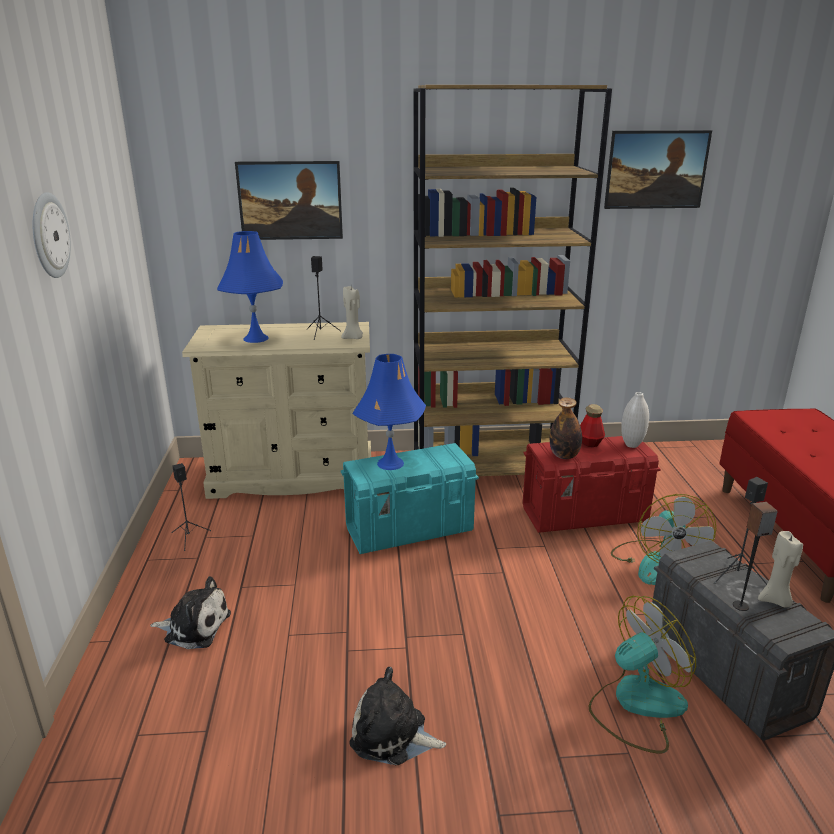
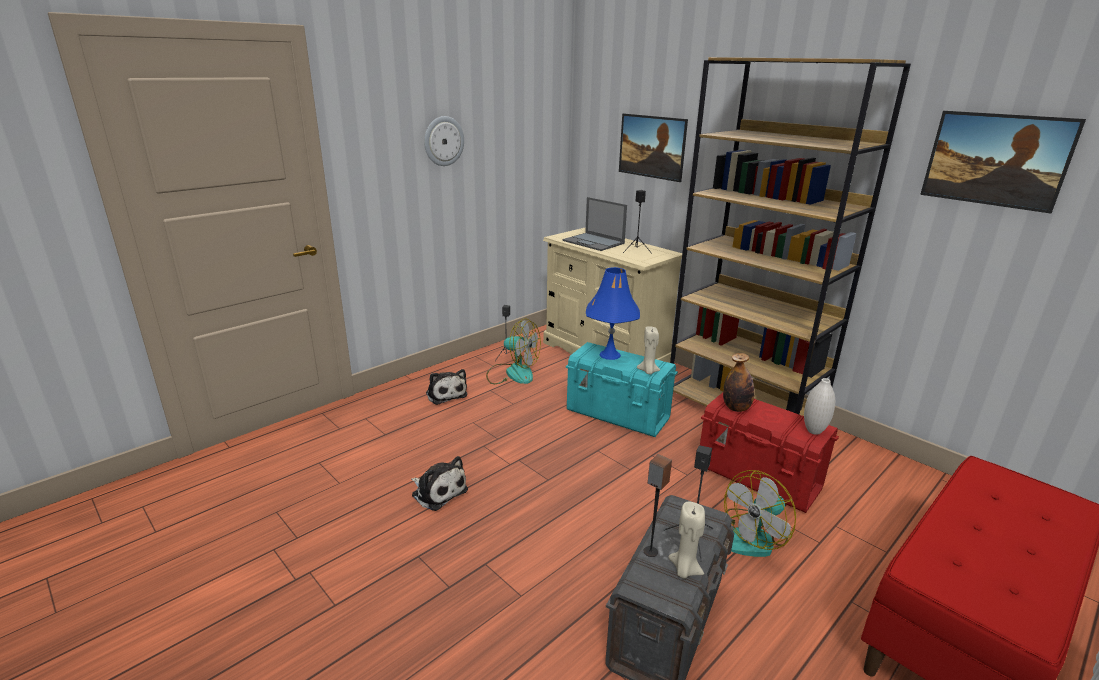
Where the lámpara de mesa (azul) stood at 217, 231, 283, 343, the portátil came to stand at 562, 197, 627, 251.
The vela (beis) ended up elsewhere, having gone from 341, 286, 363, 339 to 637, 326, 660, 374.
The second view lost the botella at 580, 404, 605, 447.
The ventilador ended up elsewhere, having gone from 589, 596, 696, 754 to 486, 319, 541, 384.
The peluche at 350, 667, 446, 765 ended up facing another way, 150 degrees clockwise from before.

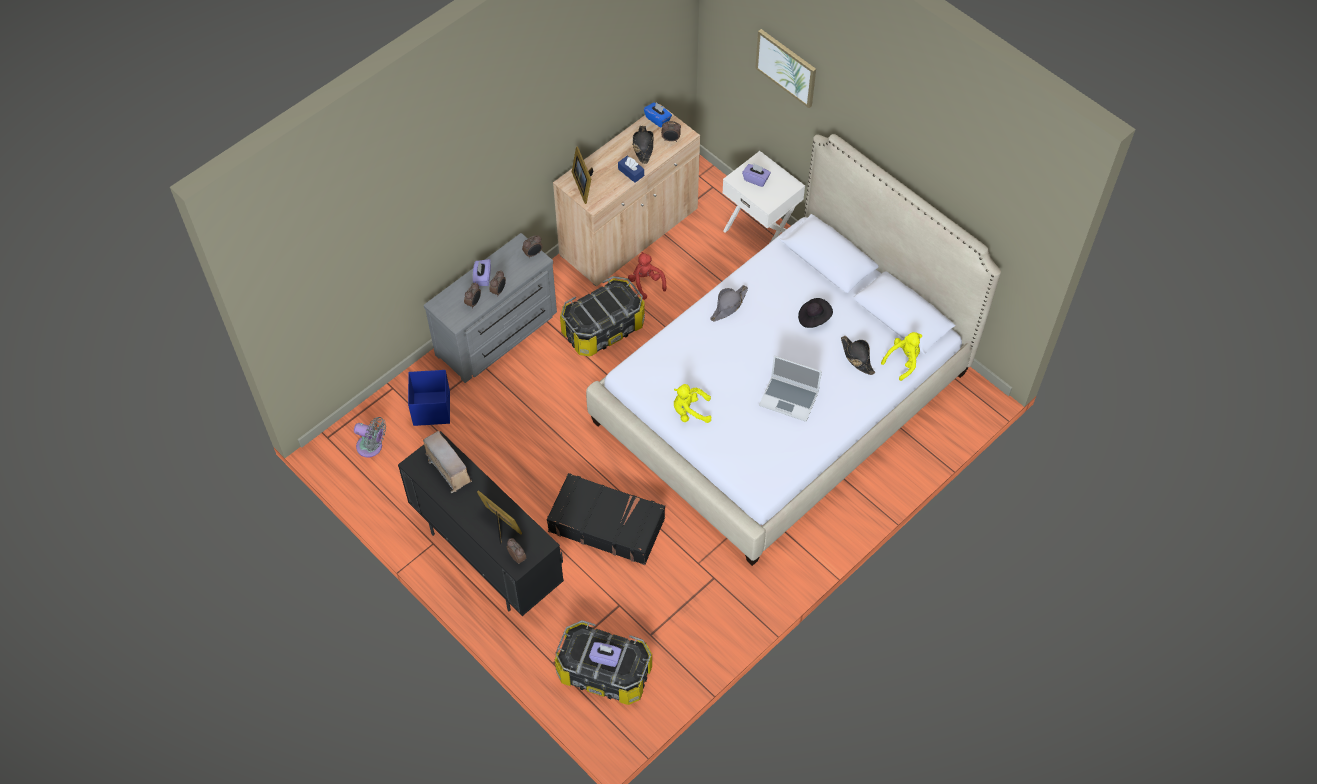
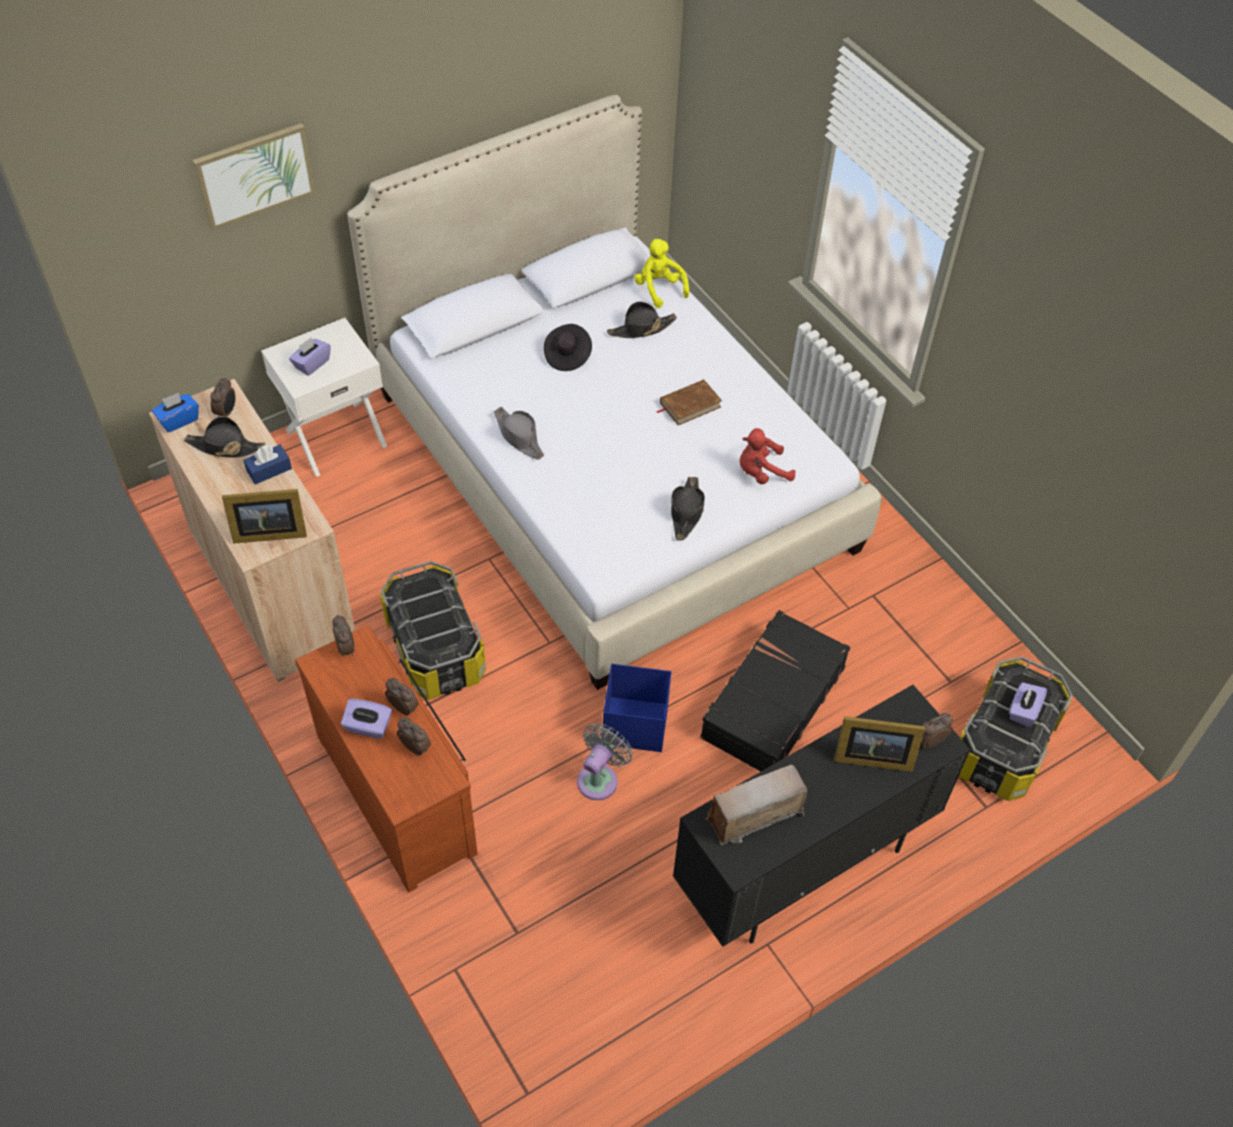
What was the cómoda (gris) at 424, 233, 557, 383 turned into the cómoda (marrón) at 295, 625, 478, 892.
The peluche (rojo) ended up elsewhere, having gone from 628, 252, 667, 300 to 740, 428, 796, 484.
Where the portátil stood at 759, 355, 822, 422, the libro (marrón) came to stand at 656, 379, 722, 425.
The caja de almacenaje (azul) ended up elsewhere, having gone from 408, 370, 450, 426 to 603, 664, 671, 752.
Where the peluche (amarillo) stood at 674, 384, 711, 423, the sombrero (negro) came to stand at 671, 477, 705, 540.
The ventilador (gris) ended up elsewhere, having gone from 354, 417, 386, 457 to 577, 723, 633, 800.
The portarretratos at 477, 491, 522, 544 ended up facing another way, 135 degrees counterclockwise from before.

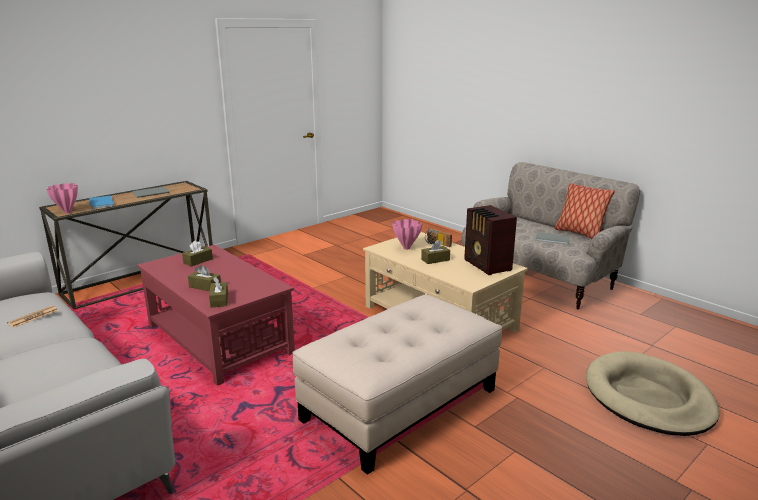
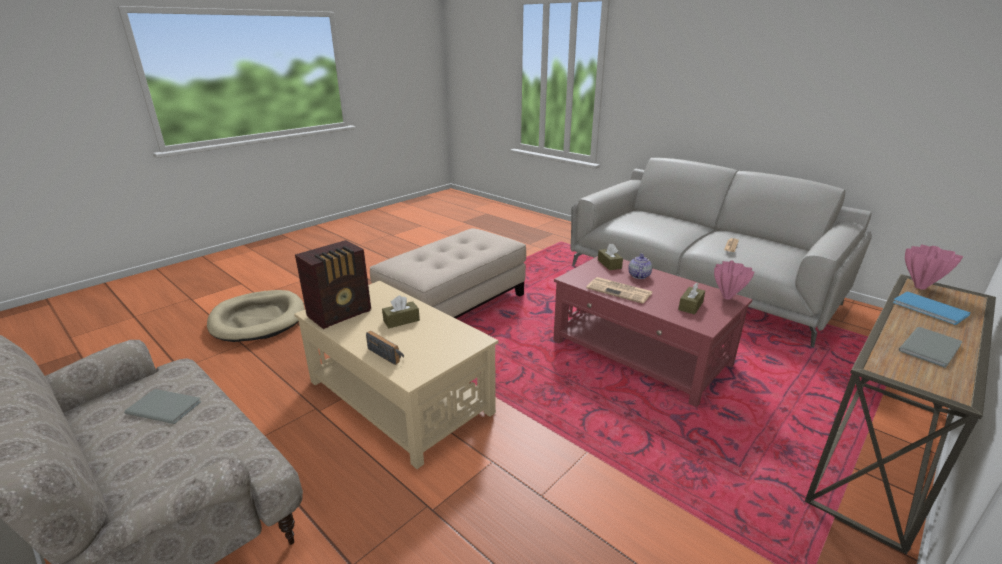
The second view lost the cojín at 554, 183, 615, 239.
The radio at 464, 205, 517, 275 ended up facing another way, 75 degrees clockwise from before.
The florero (rosa) ended up elsewhere, having gone from 392, 219, 422, 250 to 714, 260, 755, 300.
Where the caja de pañuelos (marrón) stood at 188, 265, 221, 291, the tetera came to stand at 628, 253, 652, 279.
The second view gained the periódico at 586, 277, 653, 304.

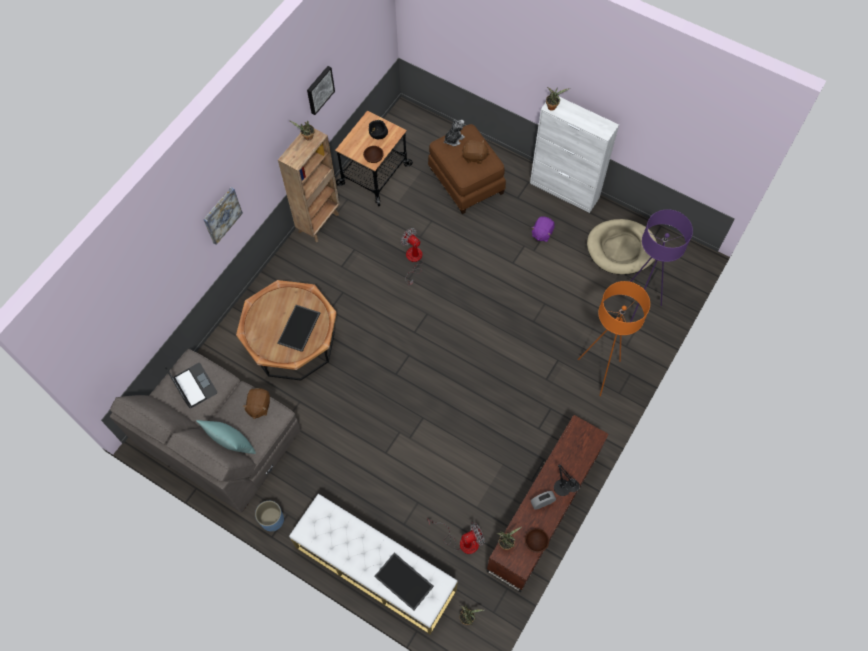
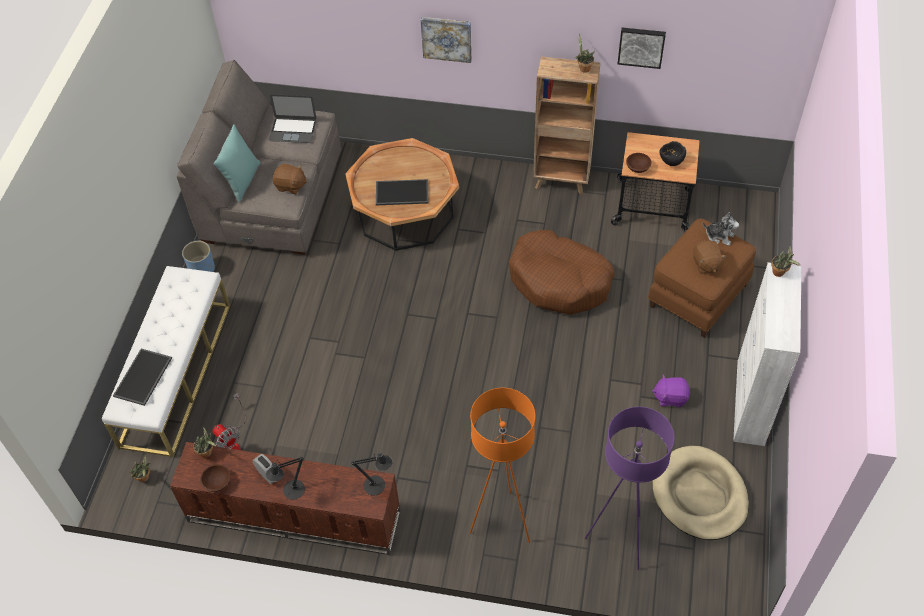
Where the ventilador stood at 401, 228, 423, 285, the cama para perro (marrón) came to stand at 509, 230, 615, 315.
The portátil at 165, 363, 217, 408 ended up facing another way, 60 degrees clockwise from before.
The peluche (marrón) at 242, 388, 270, 419 ended up facing another way, 150 degrees counterclockwise from before.
The second view gained the lámpara de mesa (negro) at 352, 452, 393, 496.

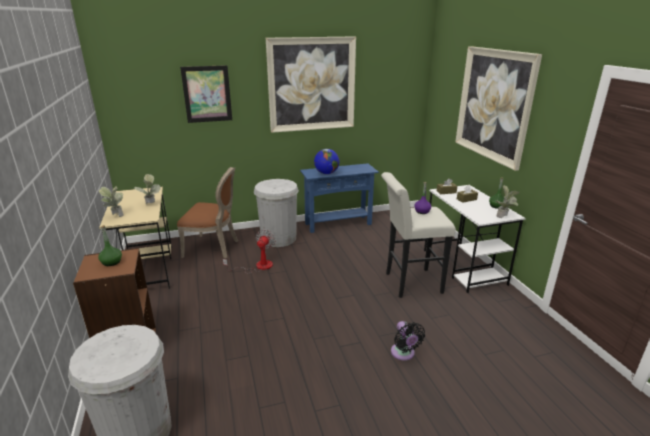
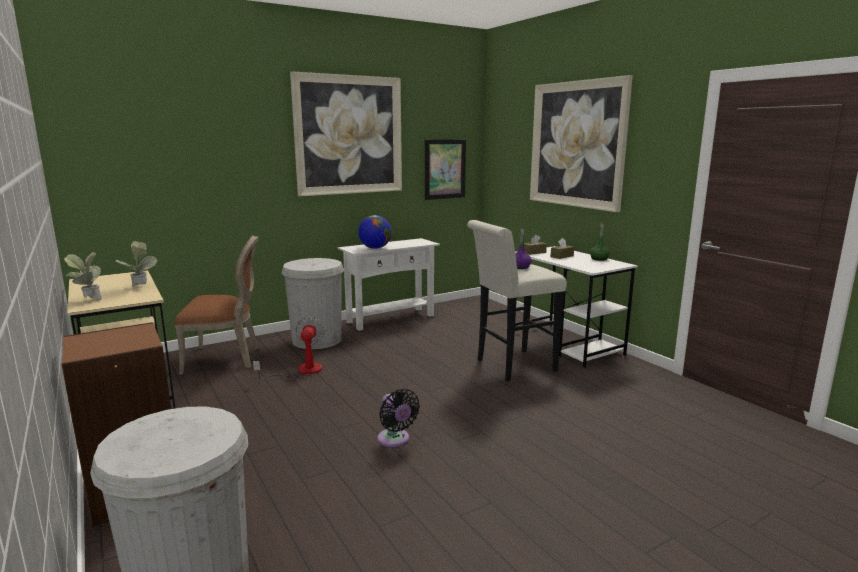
The cuadro ended up elsewhere, having gone from 180, 65, 232, 123 to 425, 139, 466, 200.
What was the mesa consola (azul) at 300, 163, 379, 233 turned into the mesa consola (blanco) at 338, 238, 440, 331.
The second view lost the planta en maceta at 496, 185, 520, 218.
The second view lost the botella (verde) at 98, 225, 122, 266.
The ventilador (negro) ended up elsewhere, having gone from 391, 321, 425, 361 to 377, 389, 420, 447.

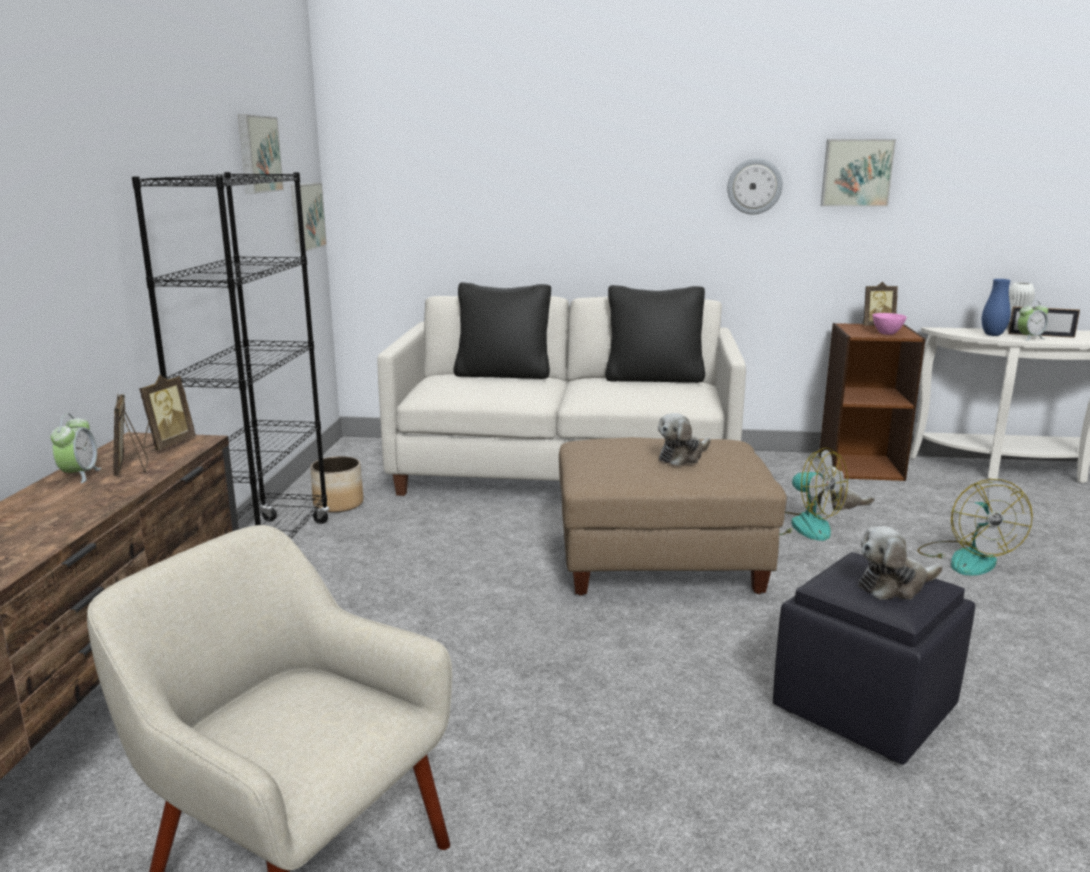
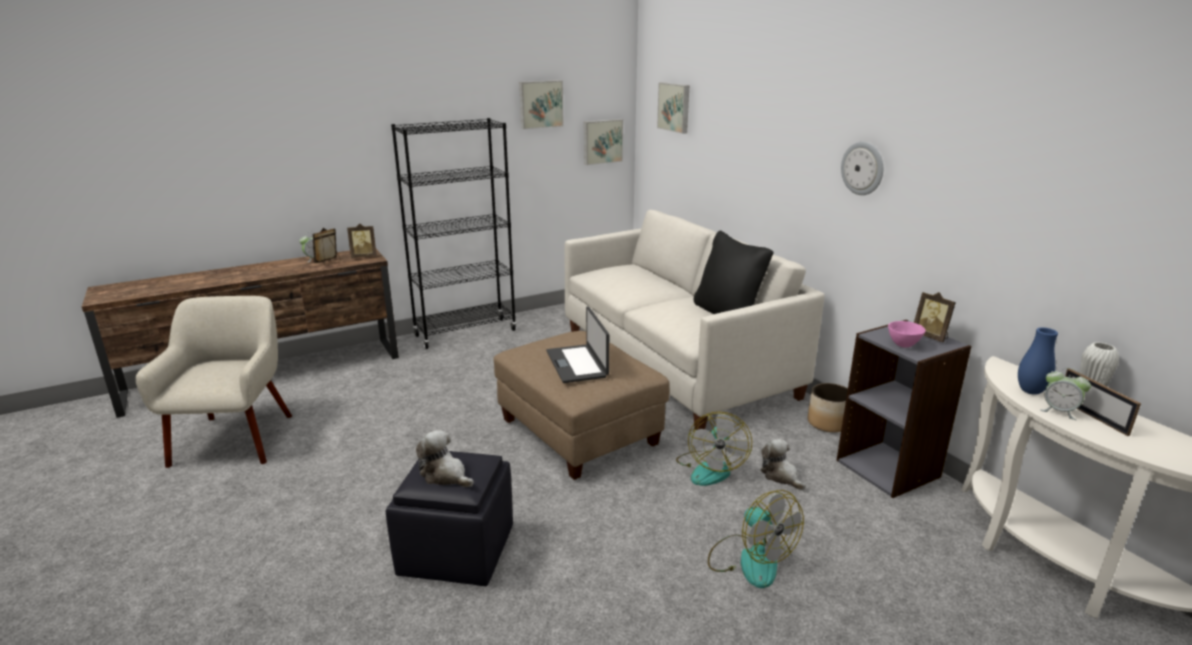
The cuadro ended up elsewhere, having gone from 821, 139, 896, 207 to 657, 82, 689, 134.
The second view lost the cojín (negro) at 454, 282, 551, 379.
What was the estantería (marrón) at 819, 323, 926, 481 turned into the estantería (gris) at 836, 320, 971, 498.
Where the peluche stood at 658, 413, 710, 466, the portátil came to stand at 547, 306, 609, 383.
The maceta ended up elsewhere, having gone from 310, 456, 363, 513 to 808, 383, 848, 432.
The ventilador at 917, 479, 1033, 576 ended up facing another way, 90 degrees counterclockwise from before.

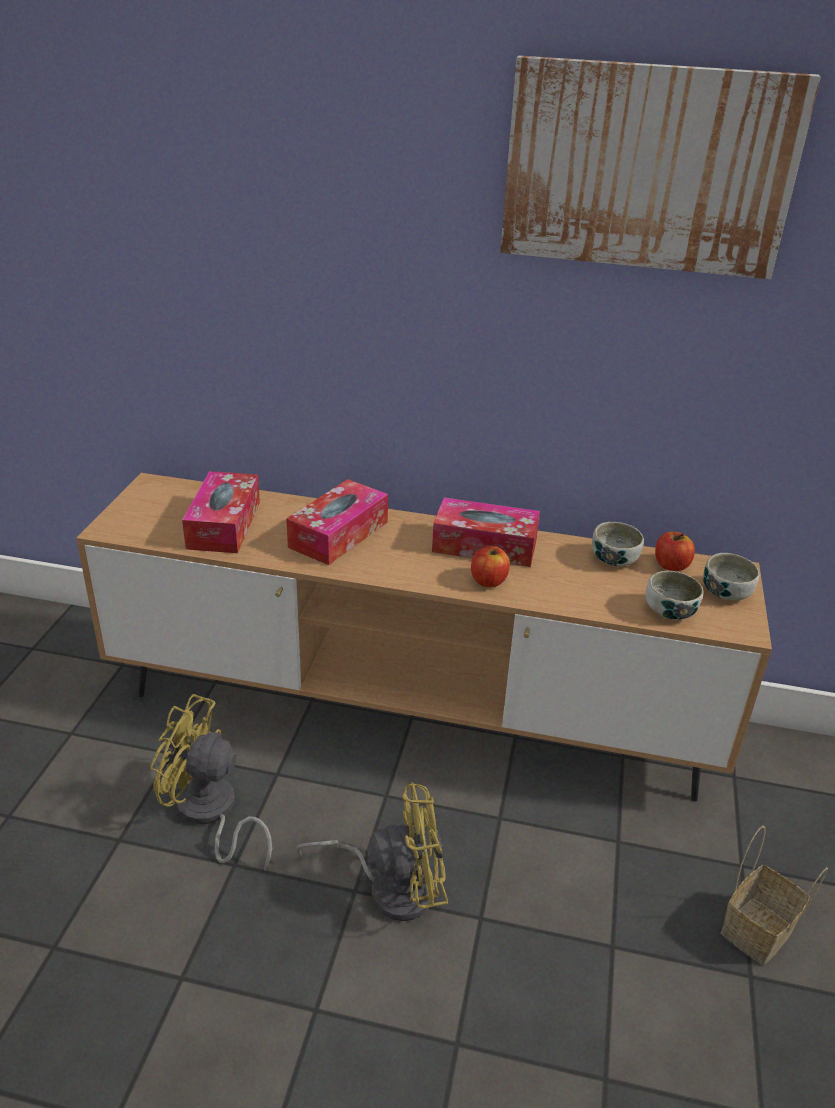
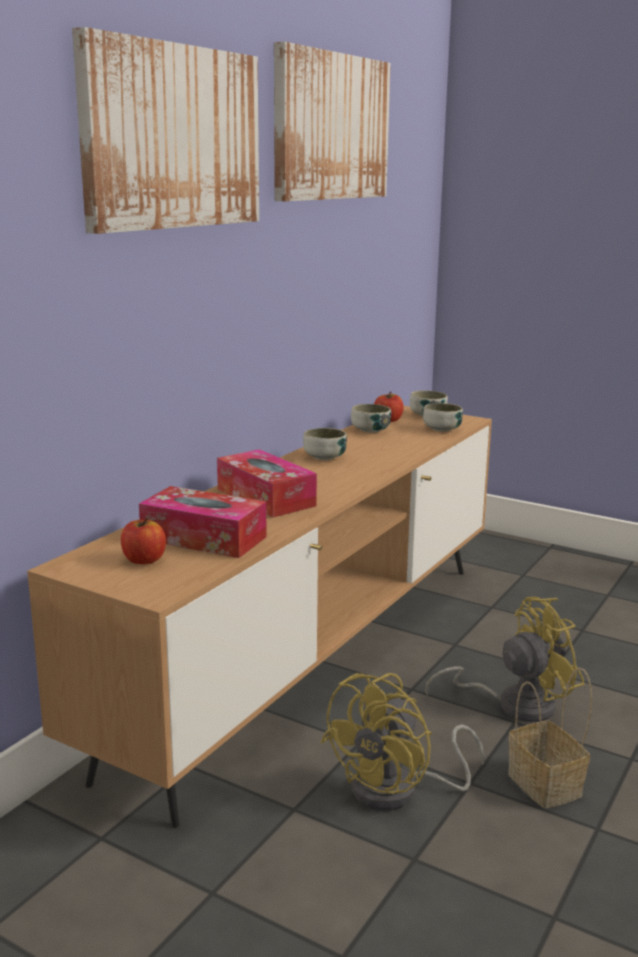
Where the caja de pañuelos stood at 432, 497, 540, 567, the cuenco came to stand at 303, 428, 347, 460.
The manzana ended up elsewhere, having gone from 471, 546, 510, 587 to 121, 518, 166, 564.
The ventilador (amarillo) at 296, 782, 448, 921 ended up facing another way, 60 degrees clockwise from before.
The cesta ended up elsewhere, having gone from 721, 826, 828, 965 to 508, 668, 592, 809.
The second view gained the cuadro at 72, 27, 259, 234.

